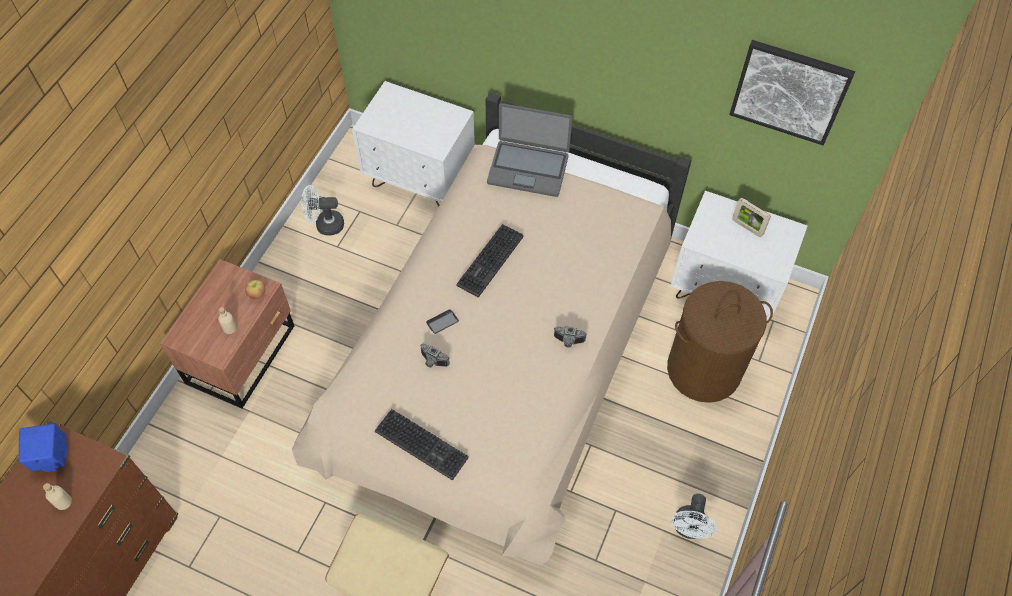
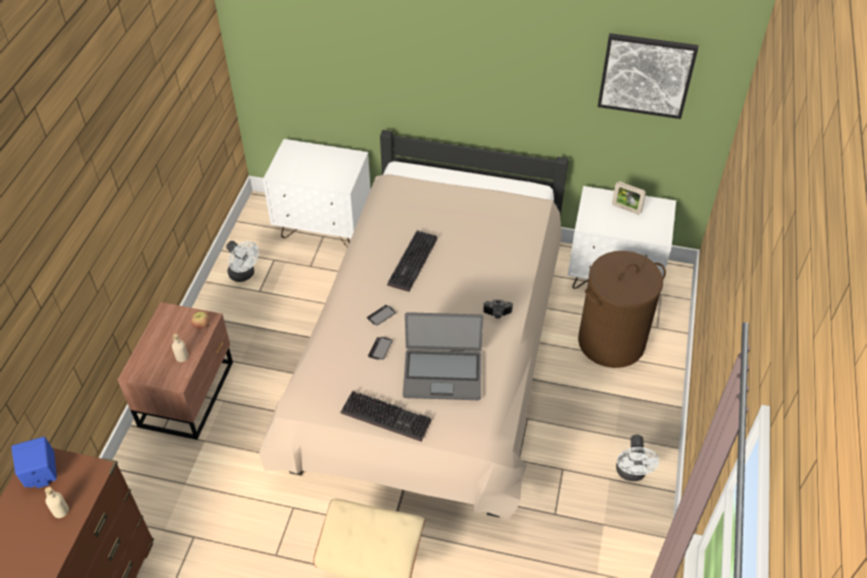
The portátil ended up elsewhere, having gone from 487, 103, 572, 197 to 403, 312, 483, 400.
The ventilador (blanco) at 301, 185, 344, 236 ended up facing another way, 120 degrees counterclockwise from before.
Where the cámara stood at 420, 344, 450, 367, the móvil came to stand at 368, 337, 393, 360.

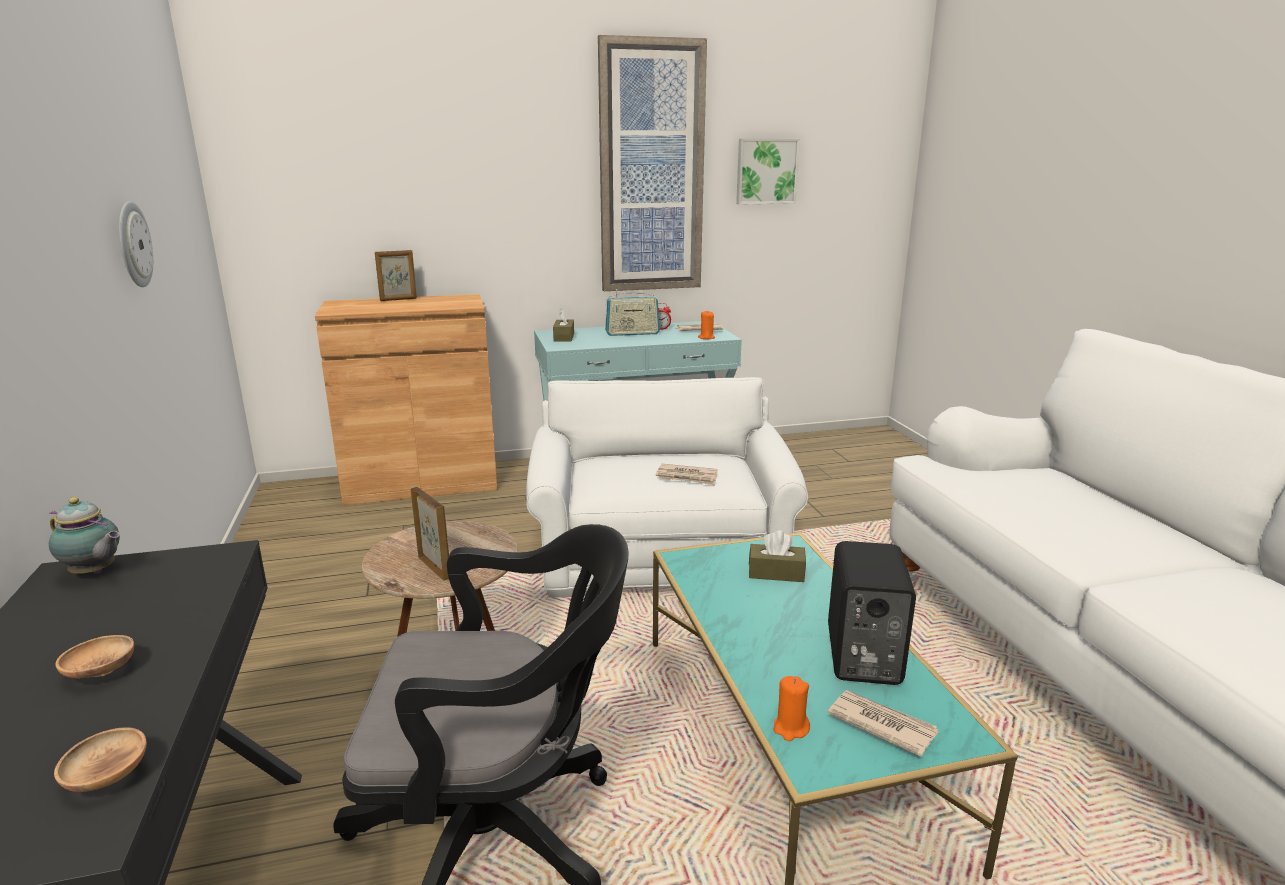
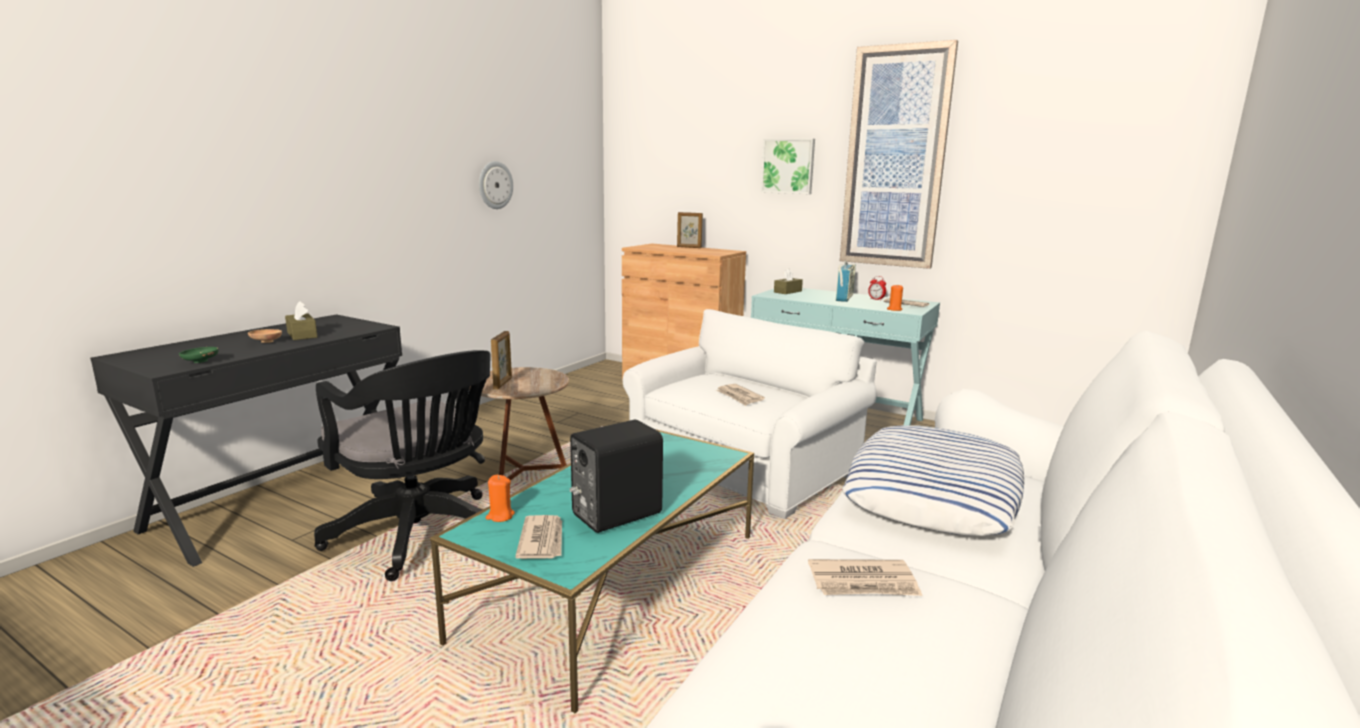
The cuadro ended up elsewhere, having gone from 736, 139, 800, 205 to 761, 139, 815, 194.
The radio at 605, 289, 660, 336 ended up facing another way, 105 degrees counterclockwise from before.
The second view lost the tetera at 49, 497, 120, 574.
The caja de pañuelos (marrón) ended up elsewhere, having gone from 749, 530, 806, 582 to 285, 301, 318, 340.
What was the cuenco (marrón) at 54, 728, 147, 792 turned into the cuenco (verde) at 179, 347, 219, 363.
The second view gained the cojín at 842, 425, 1024, 536.
The second view gained the periódico at 808, 559, 923, 596.

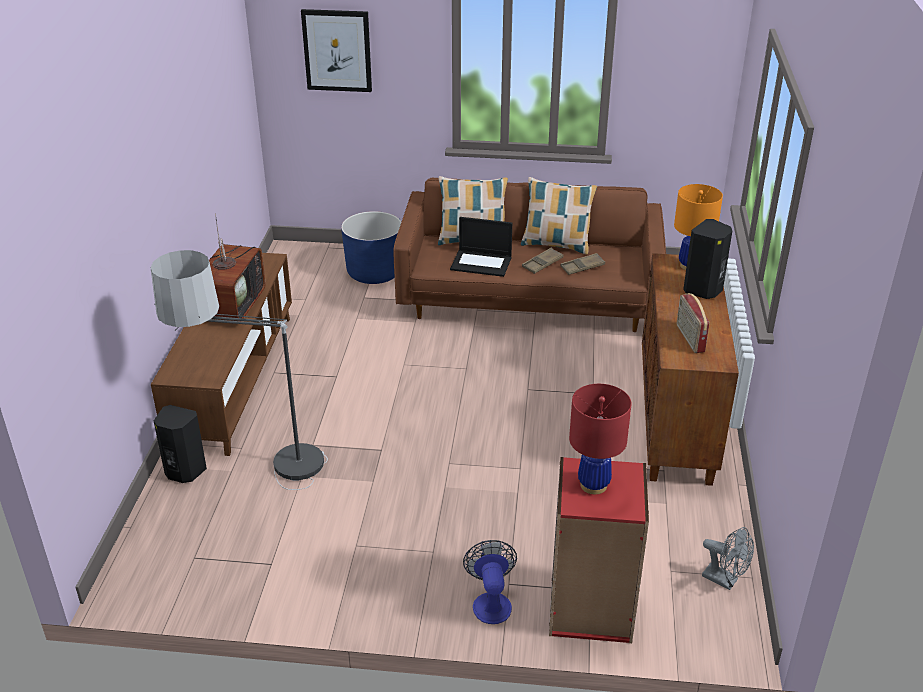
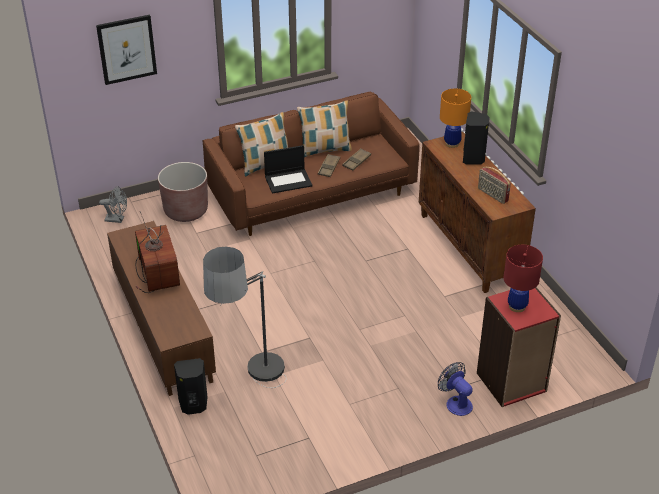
What was the maceta (azul) at 341, 211, 401, 284 turned into the maceta (marrón) at 158, 162, 208, 222.
The ventilador (gris) ended up elsewhere, having gone from 702, 527, 754, 590 to 99, 186, 127, 223.

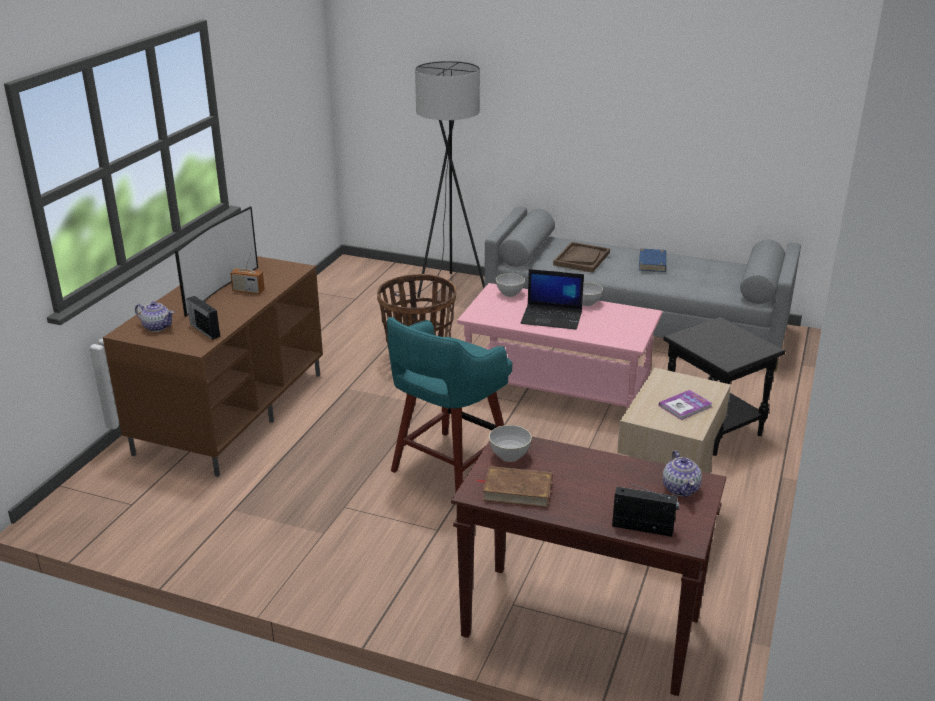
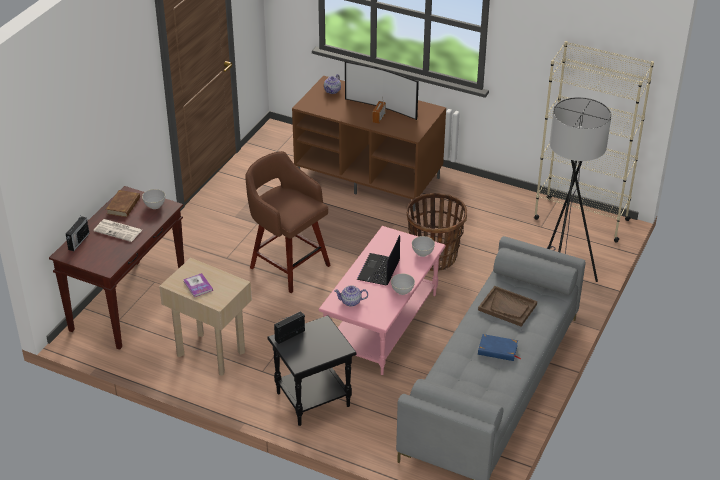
The radio ended up elsewhere, having gone from 186, 296, 220, 340 to 274, 311, 305, 344.
What was the taburete (turquesa) at 387, 317, 512, 492 turned into the taburete (marrón) at 245, 151, 331, 293.
The tetera ended up elsewhere, having gone from 663, 451, 702, 497 to 334, 285, 368, 307.
The second view gained the estantería (beis) at 534, 41, 654, 242.
The second view gained the periódico at 93, 219, 142, 242.

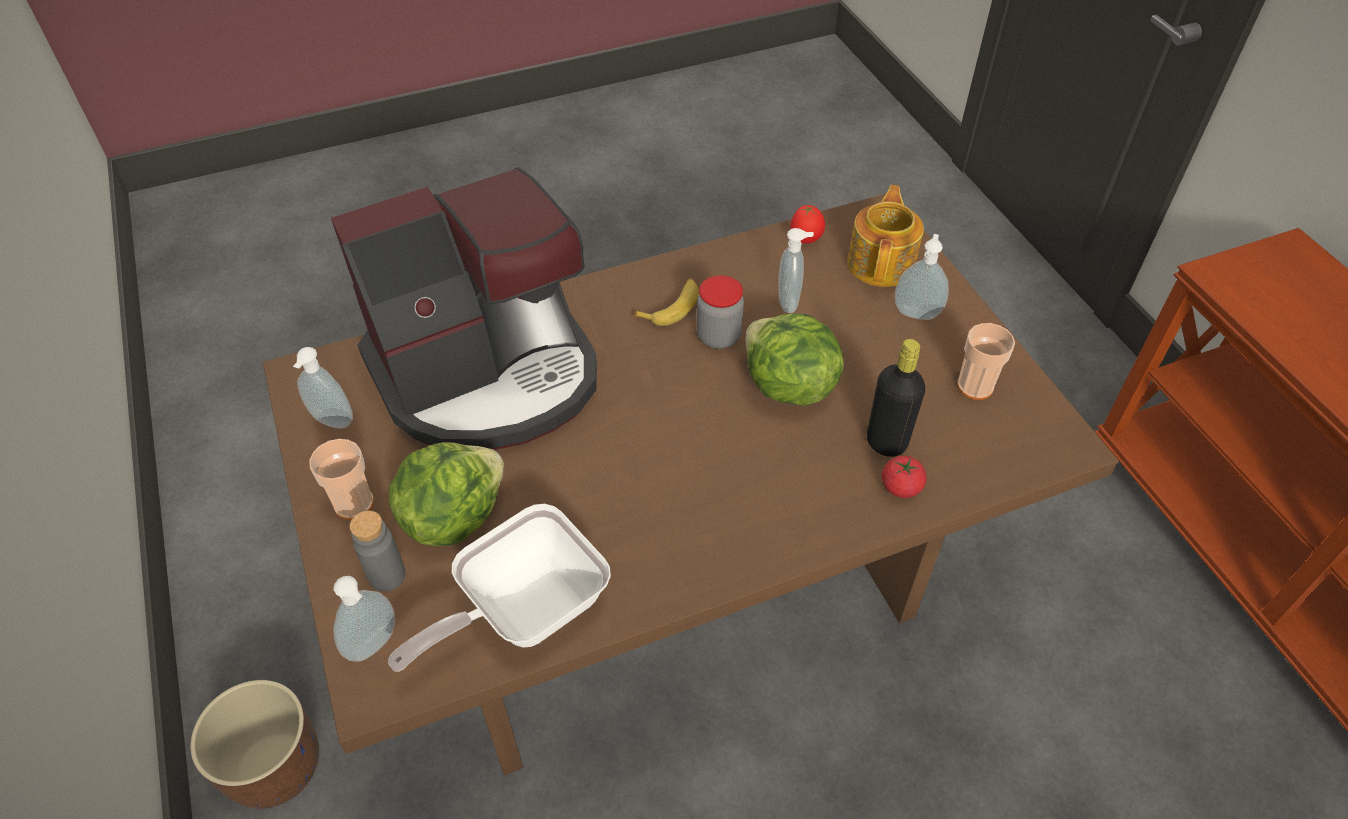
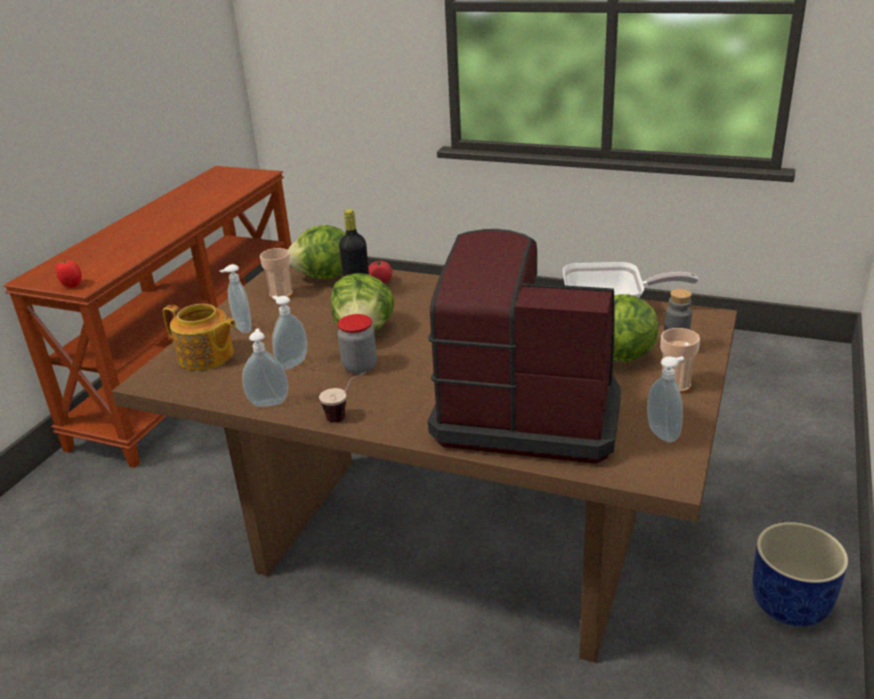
The tetera at 847, 185, 924, 287 ended up facing another way, 120 degrees counterclockwise from before.
The tomate ended up elsewhere, having gone from 790, 204, 825, 244 to 56, 260, 82, 288.
The second view lost the plátano at 633, 278, 699, 326.
The dispensador de jabón ended up elsewhere, having gone from 333, 576, 395, 662 to 242, 328, 288, 407.
What was the maceta (marrón) at 190, 680, 319, 809 turned into the maceta (azul) at 753, 522, 848, 627.
The second view gained the lechuga at 287, 225, 346, 279.
The second view gained the taza at 319, 372, 367, 423.

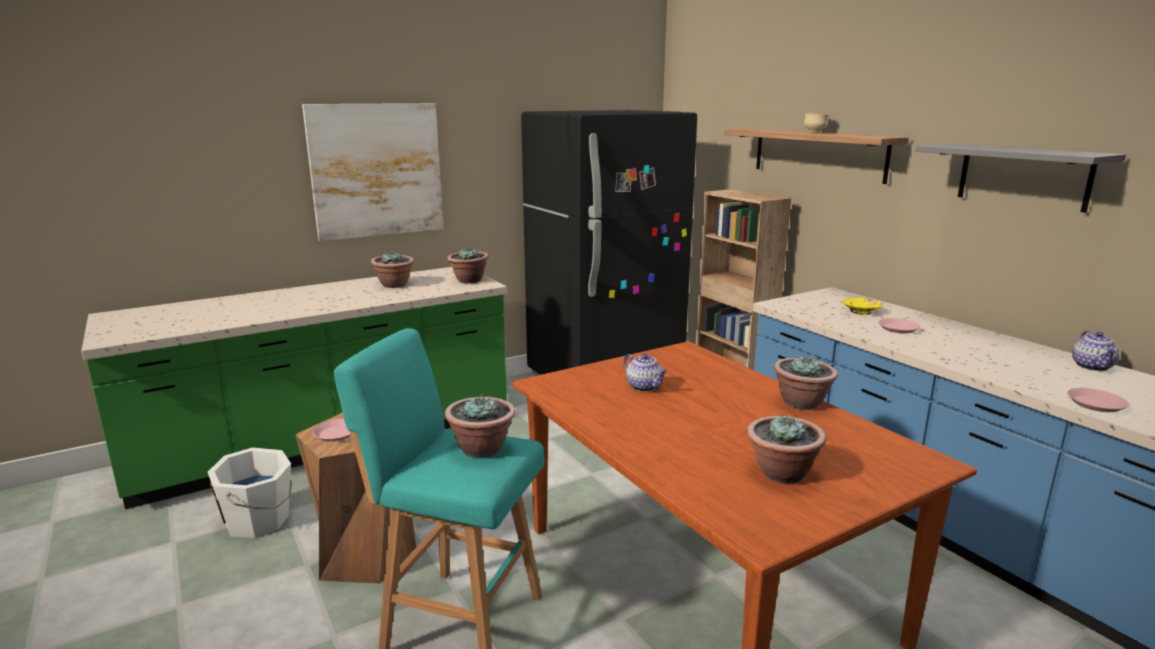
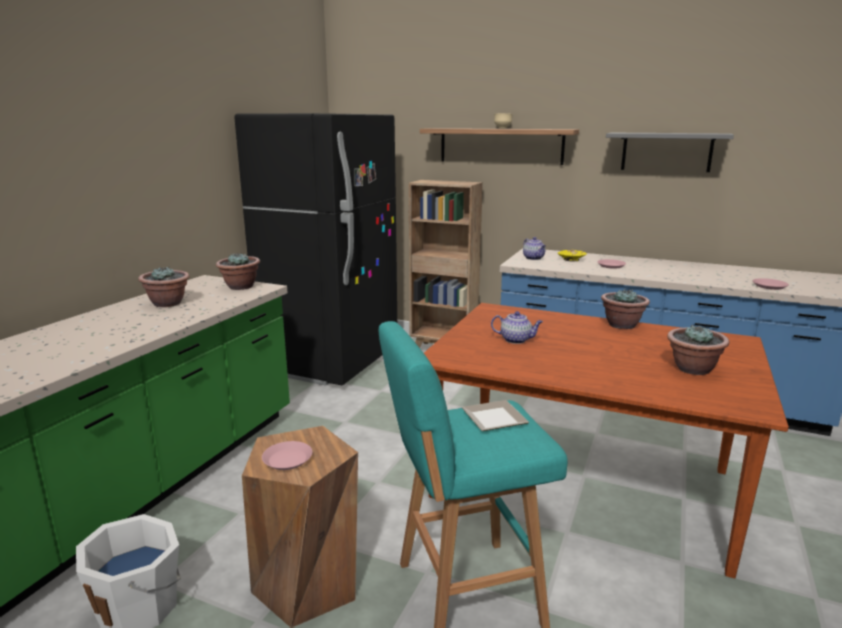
The second view lost the cuadro at 302, 103, 443, 241.
The tetera ended up elsewhere, having gone from 1072, 331, 1119, 371 to 523, 237, 546, 260.
Where the planta en maceta stood at 445, 394, 515, 458, the plato came to stand at 462, 400, 529, 431.

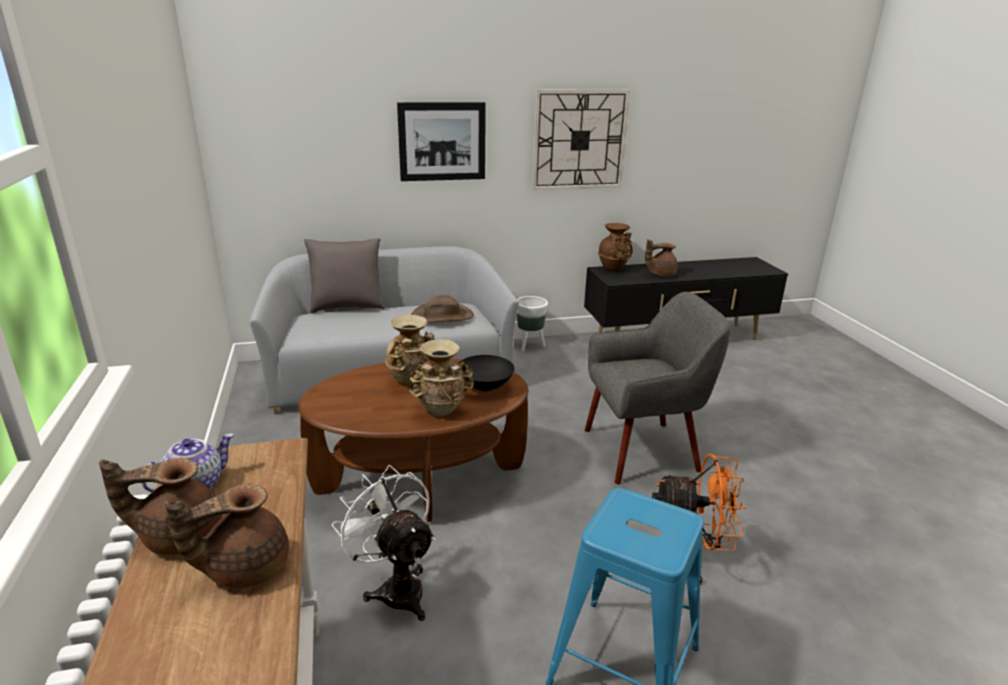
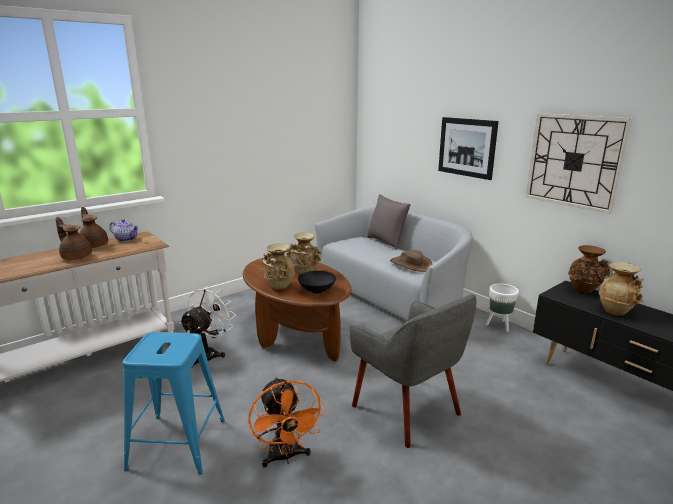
Where the tetera (marrón) stood at 645, 239, 678, 276, the florero (beis) came to stand at 599, 262, 644, 316.

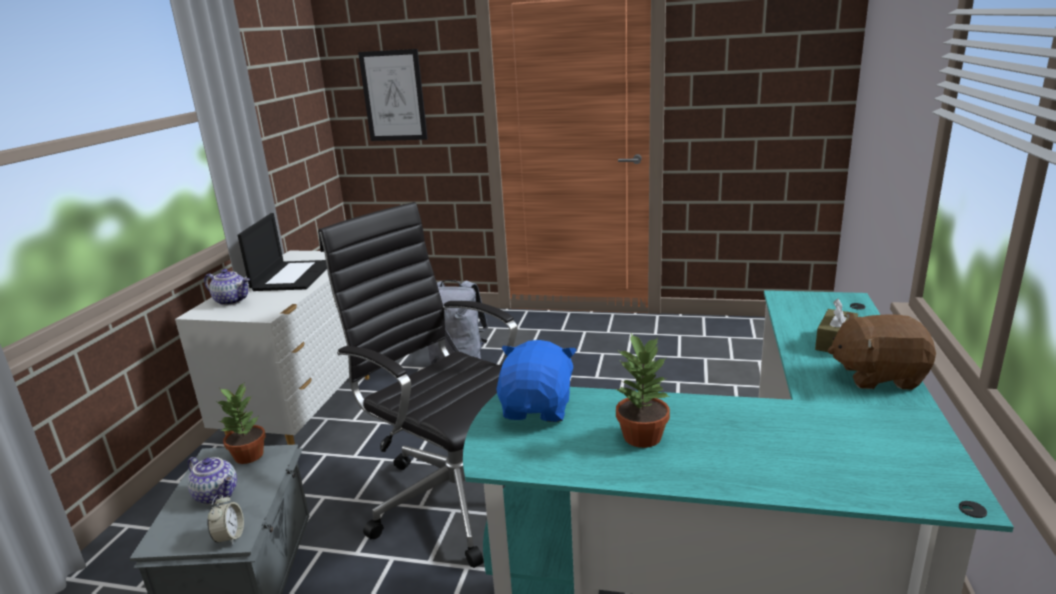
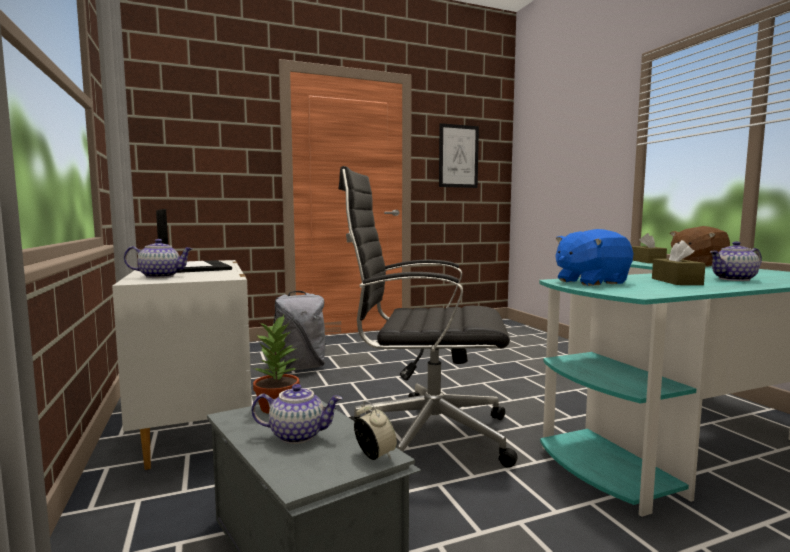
The cuadro ended up elsewhere, having gone from 358, 49, 428, 141 to 439, 123, 479, 188.
Where the planta en maceta stood at 616, 334, 670, 448, the caja de pañuelos (marrón) came to stand at 652, 240, 706, 285.
The peluche (azul) at 496, 340, 577, 422 ended up facing another way, 90 degrees counterclockwise from before.
The second view gained the tetera at 710, 241, 762, 281.

